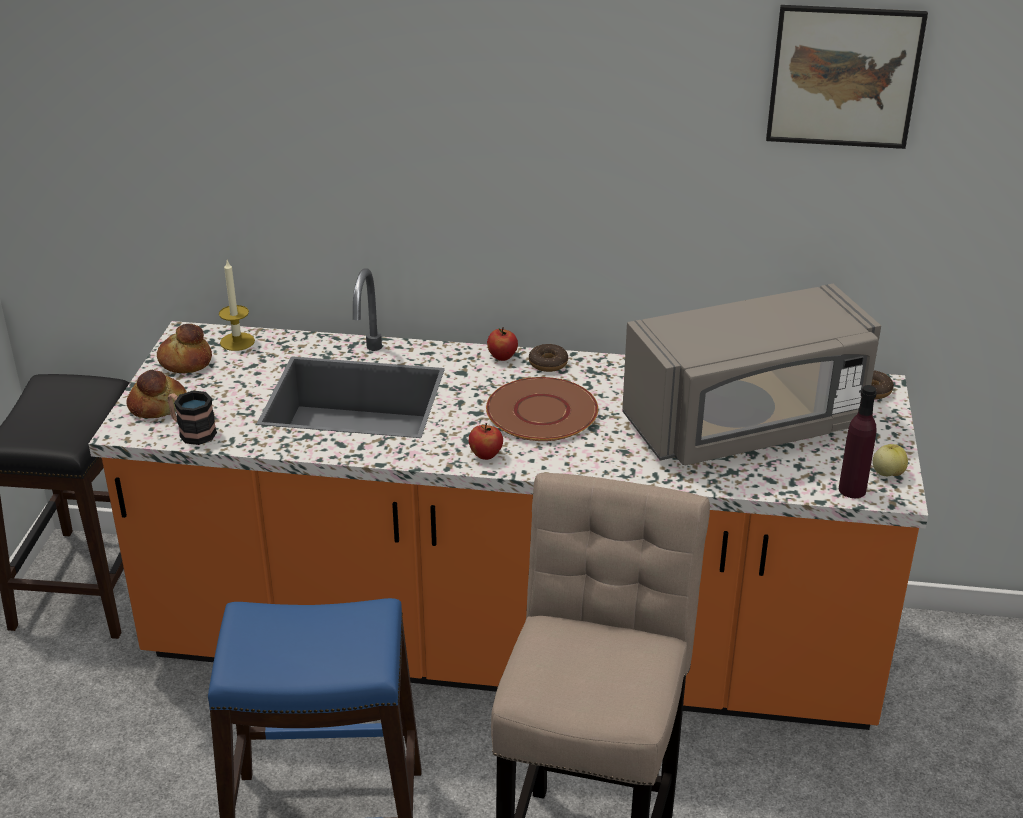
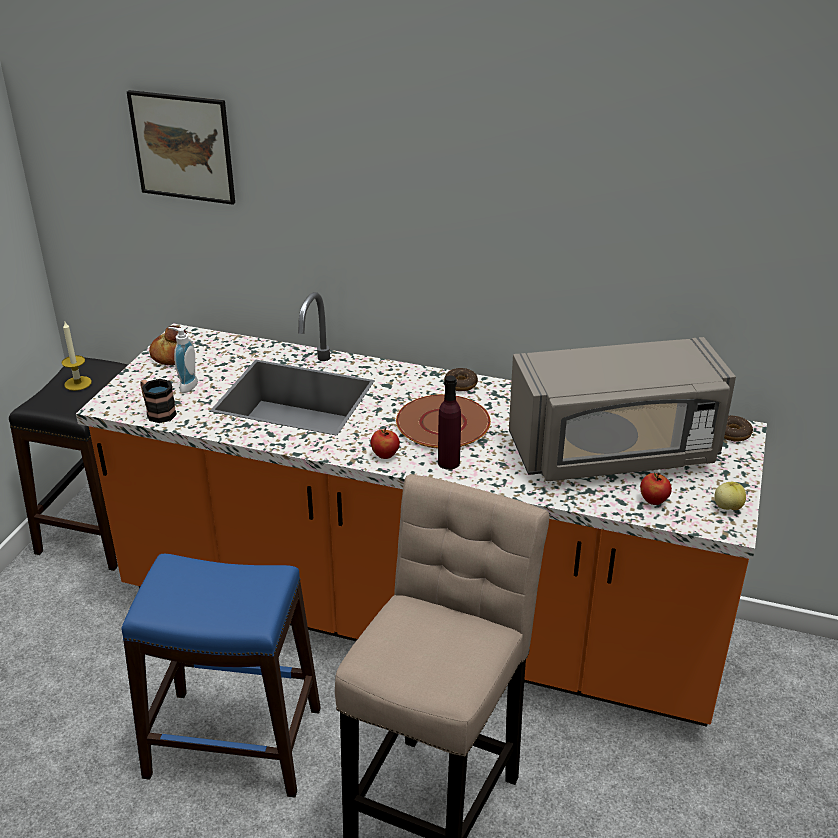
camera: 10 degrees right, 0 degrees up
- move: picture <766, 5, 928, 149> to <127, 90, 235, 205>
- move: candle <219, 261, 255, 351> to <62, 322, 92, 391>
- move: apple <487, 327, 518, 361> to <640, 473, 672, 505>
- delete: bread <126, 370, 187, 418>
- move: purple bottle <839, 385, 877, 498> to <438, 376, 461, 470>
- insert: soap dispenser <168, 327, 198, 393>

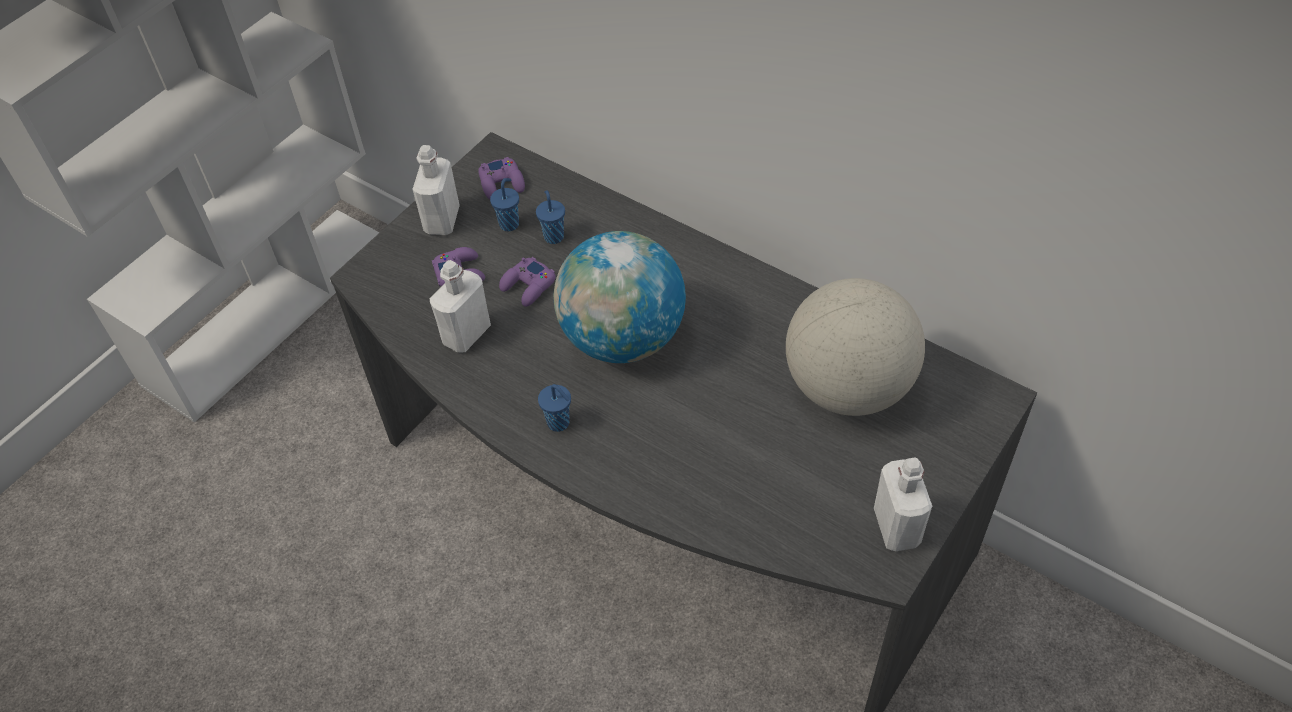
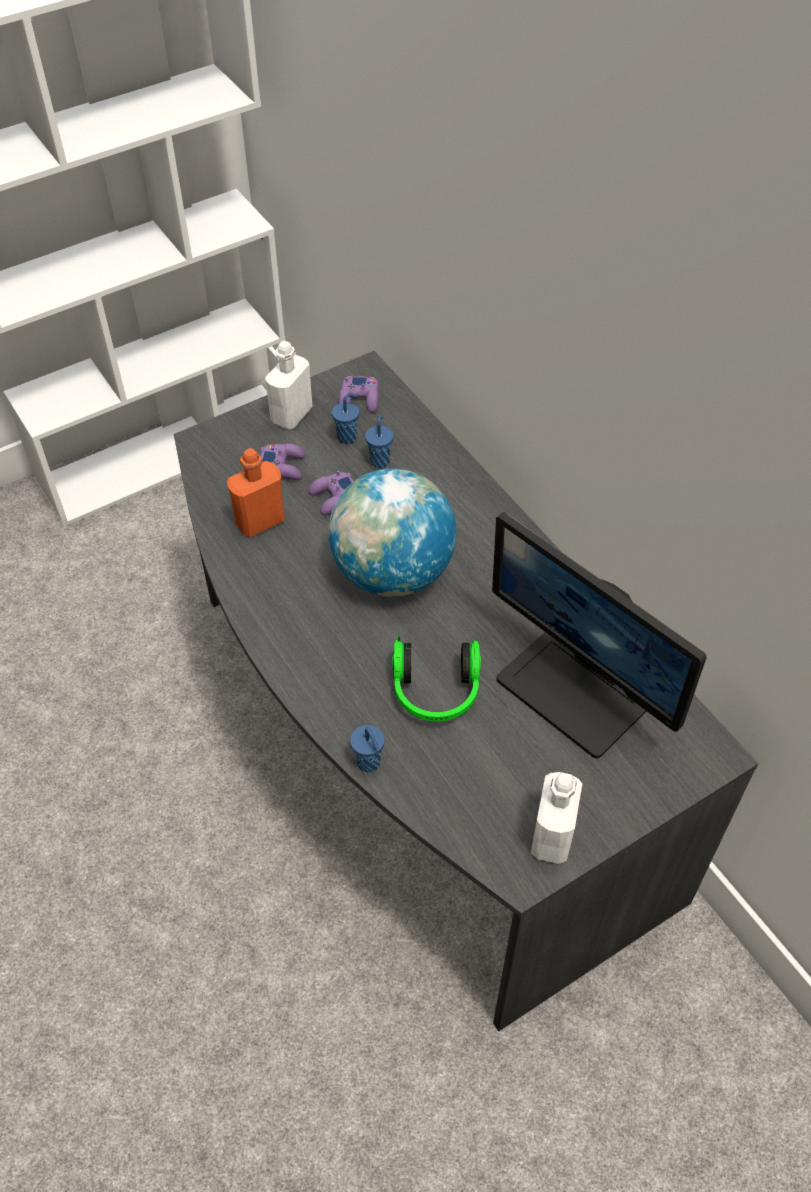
camera: 20 degrees right, 0 degrees up
- recolor: white bottle <430, 260, 491, 352> to orange bottle <227, 448, 285, 537>
- replace: globe <786, 278, 925, 416> to monitor <492, 512, 707, 758>
- move: blue cup <538, 384, 571, 432> to <350, 725, 385, 772>
- insert: headphones <392, 632, 481, 722>

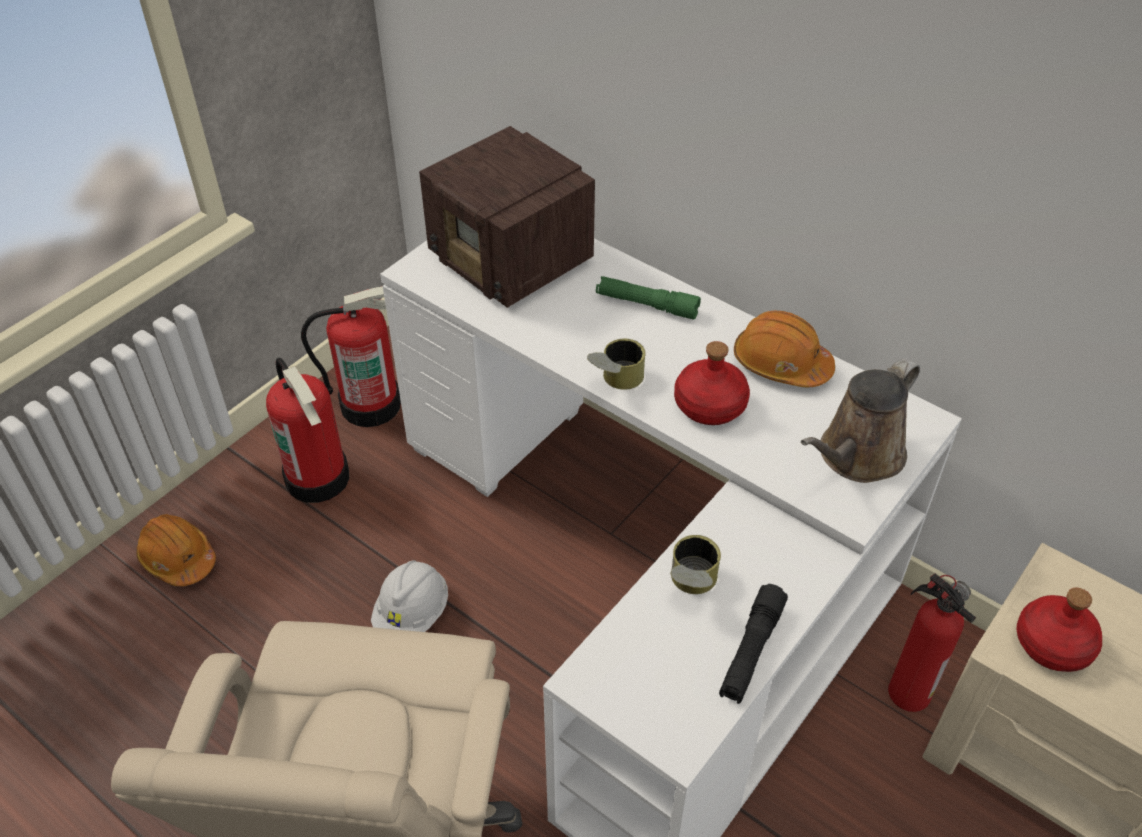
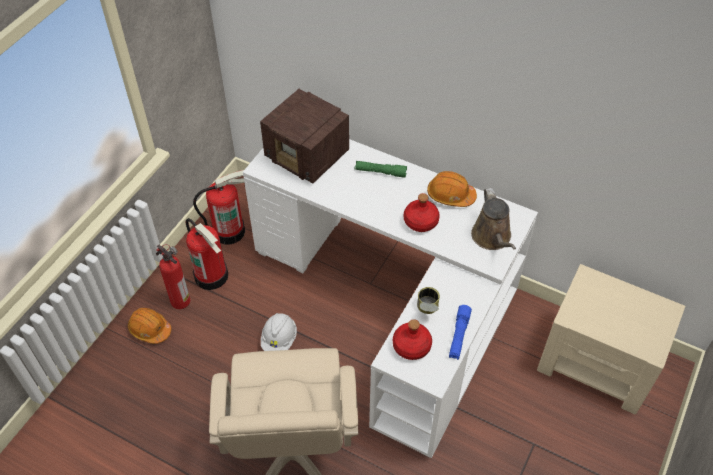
camera: 10 degrees left, 5 degrees up
- delete: can <587, 339, 646, 390>
- rotate: brown watering can <801, 358, 920, 483> = <471, 188, 516, 250> 45 degrees counterclockwise
- move: fire extinguisher <888, 573, 976, 712> to <156, 244, 190, 309>
- recolor: black flashlight <719, 584, 788, 704> to blue flashlight <449, 305, 472, 360>
- move: red bottle <1017, 588, 1102, 672> to <393, 319, 432, 360>

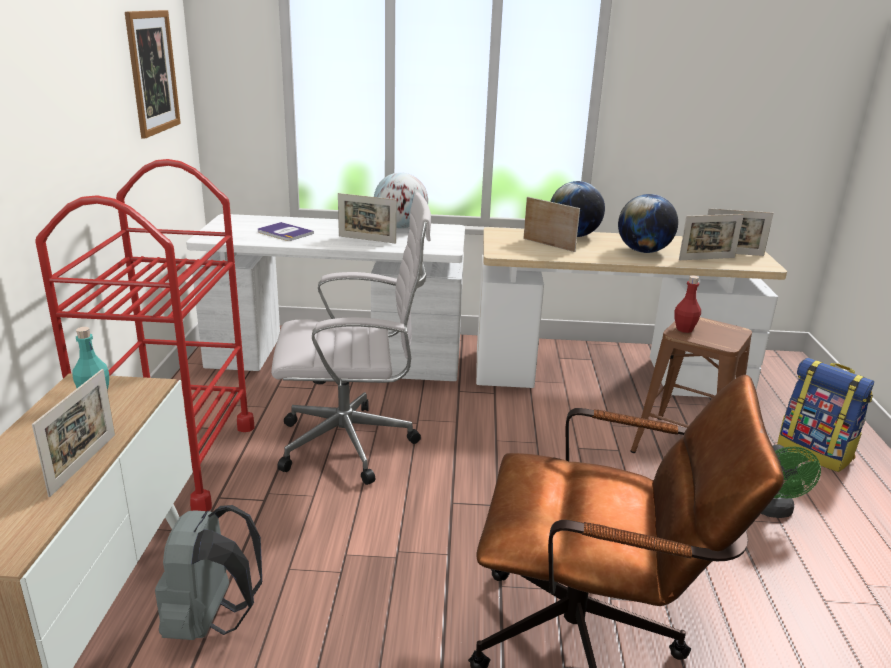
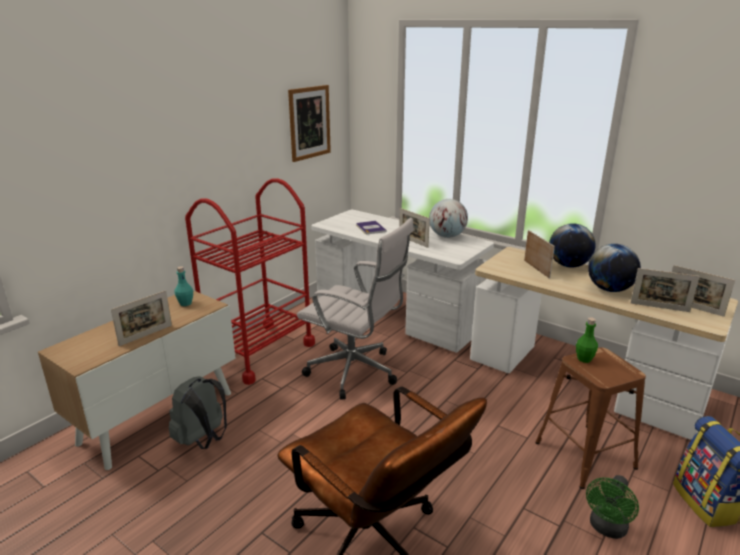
camera: 35 degrees right, 0 degrees up
- recolor: red bottle <674, 275, 701, 333> to green bottle <576, 317, 598, 363>

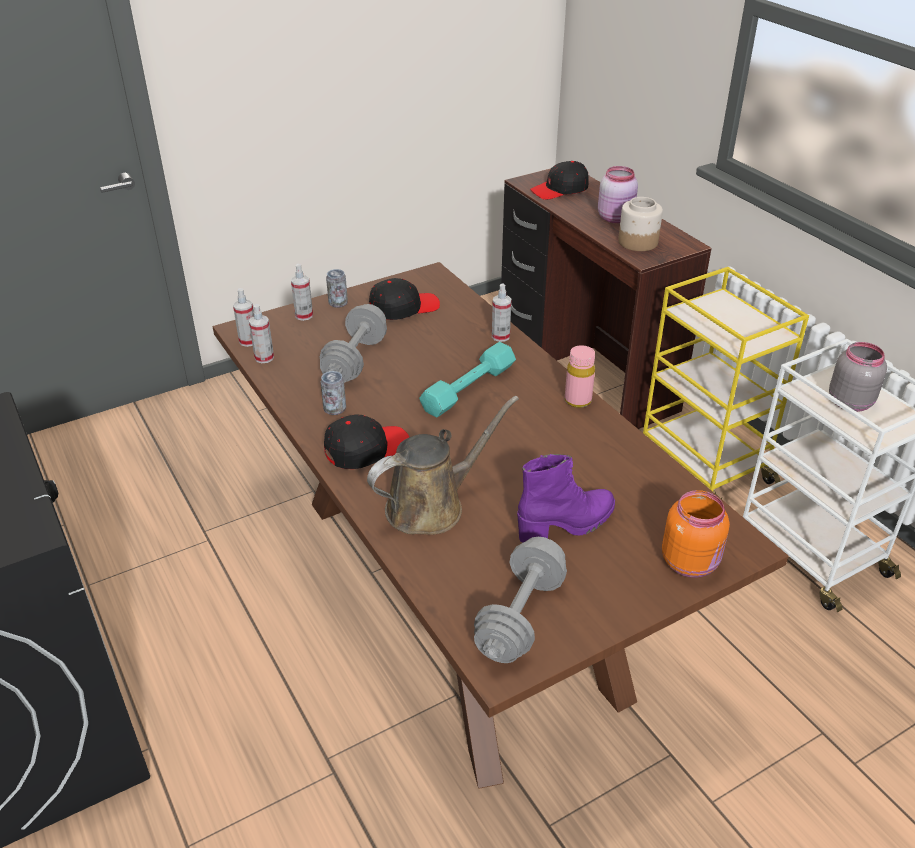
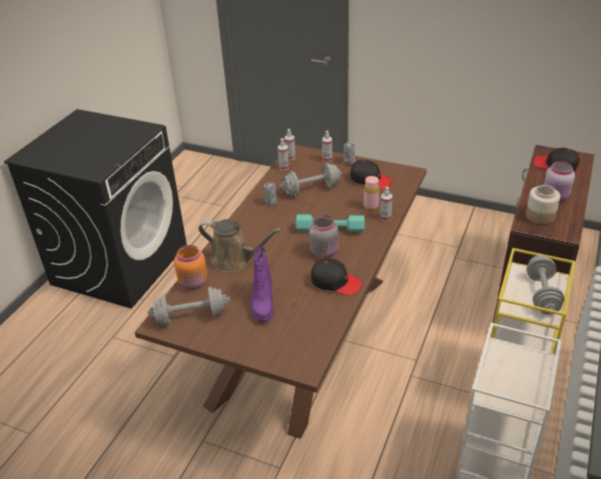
camera: 55 degrees right, 0 degrees up
- move: grey jar <829, 342, 887, 412> to <309, 215, 338, 258>
- move: pink bottle <565, 345, 595, 408> to <364, 176, 379, 210>
- move: black cap <324, 414, 409, 469> to <311, 258, 362, 295>
- rotate: purple boot <517, 454, 615, 543> = <251, 247, 274, 322> 60 degrees clockwise
- move: orange jar <662, 490, 730, 578> to <174, 245, 207, 290>
- insert: grey dumbbell <526, 255, 564, 314>

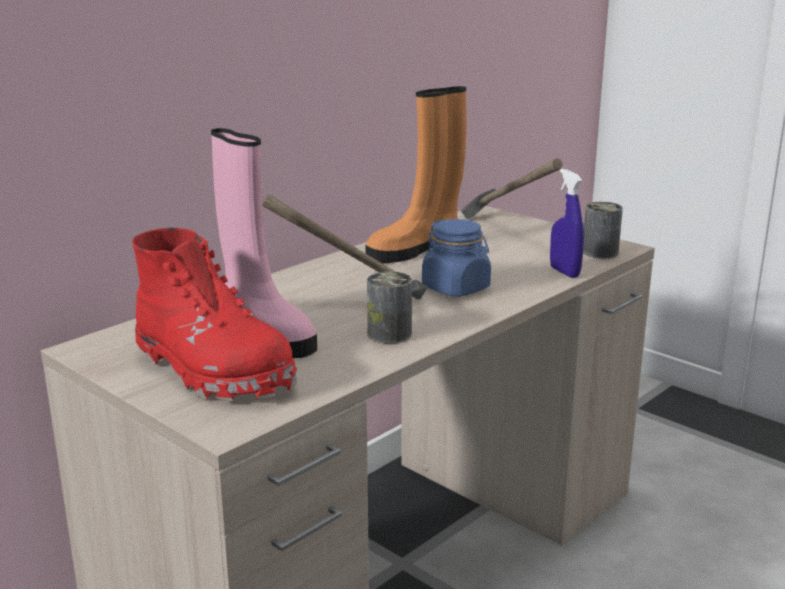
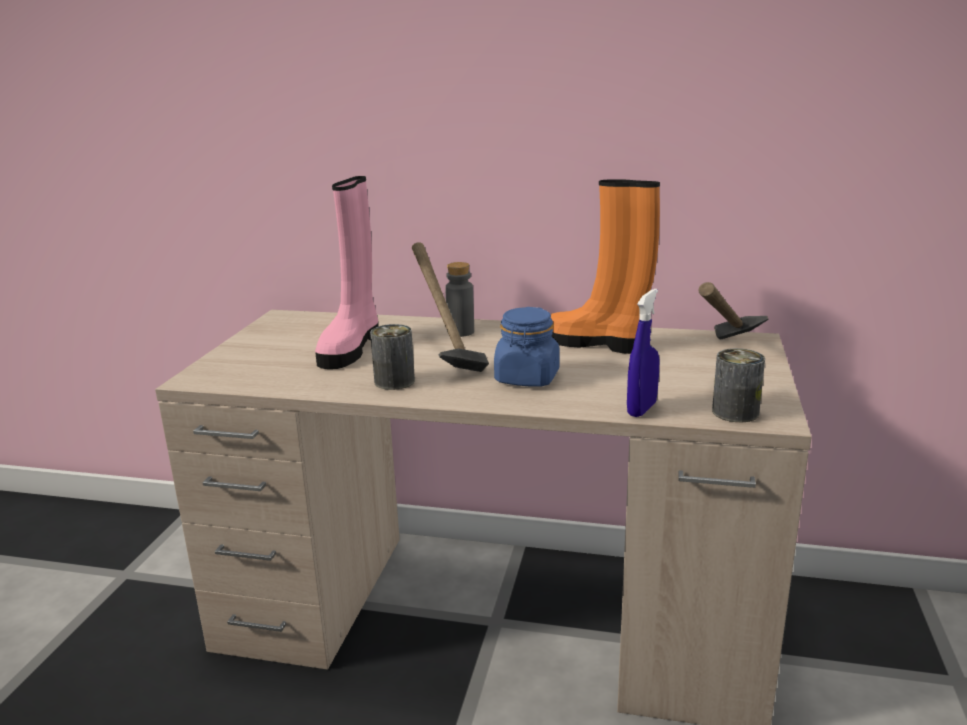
camera: 60 degrees right, 0 degrees up
- delete: red boot <132, 227, 297, 401>
- insert: grey bottle <445, 262, 474, 337>

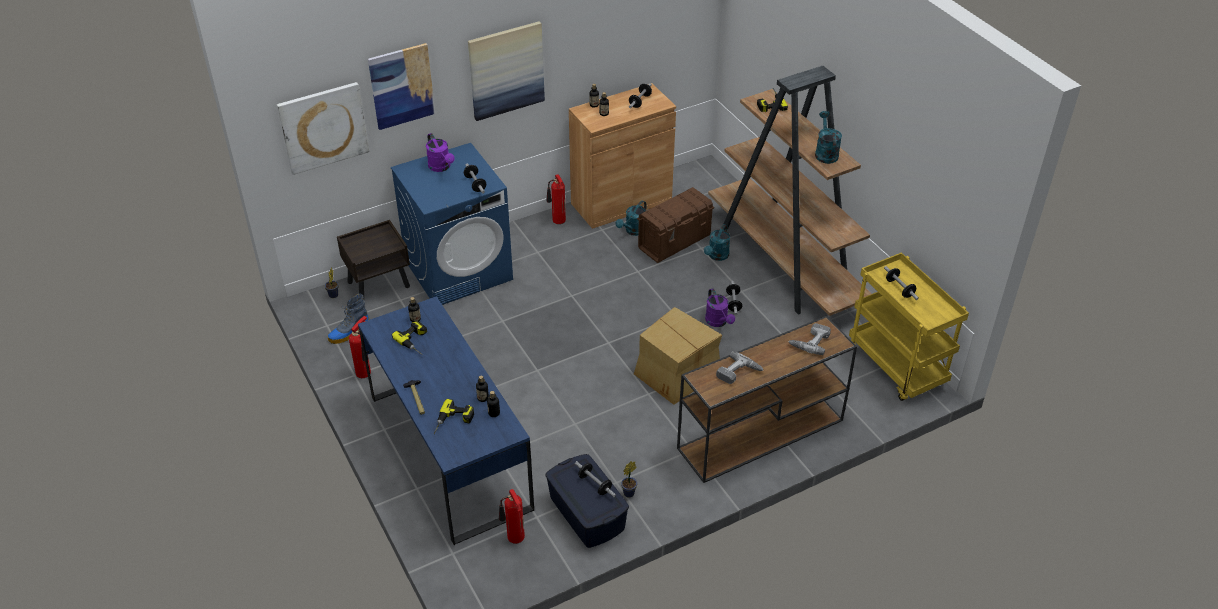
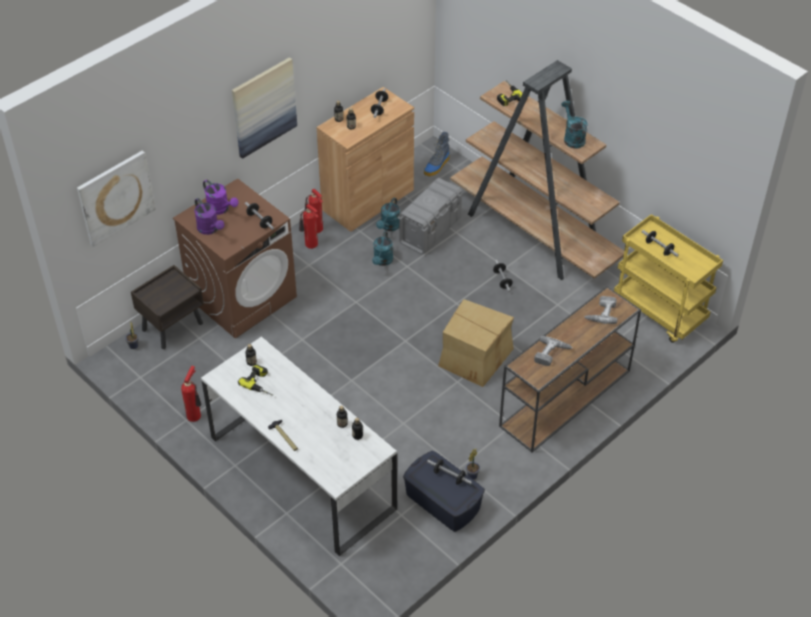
camera: 15 degrees left, 5 degrees up
- delete: picture <368, 43, 435, 130>
- recolor: blue washing machine <391, 143, 513, 305> to brown washing machine <173, 178, 297, 338>
- recolor: brown storage box <637, 187, 714, 263> to grey storage box <397, 178, 463, 254>
- move: turquoise watering can <704, 224, 730, 261> to <372, 231, 393, 266>
- move: purple watering can <705, 288, 735, 327> to <194, 198, 224, 235>
- move: boot <328, 294, 370, 344> to <424, 132, 450, 176>
- recolor: blue desk <358, 297, 534, 545> to white desk <201, 337, 397, 556>
- delete: power drill <434, 399, 474, 434>
- move: fire extinguisher <499, 489, 525, 544> to <299, 204, 319, 249>

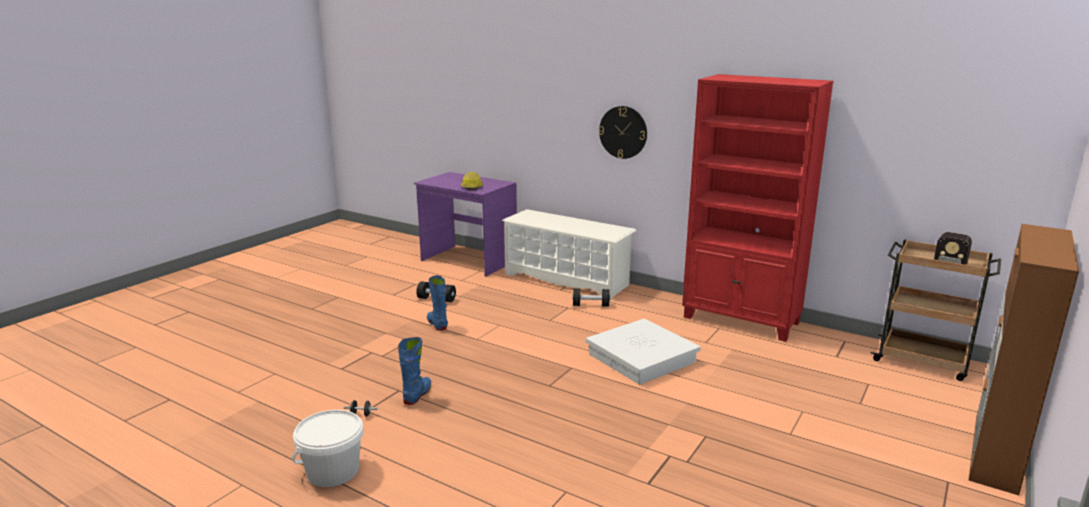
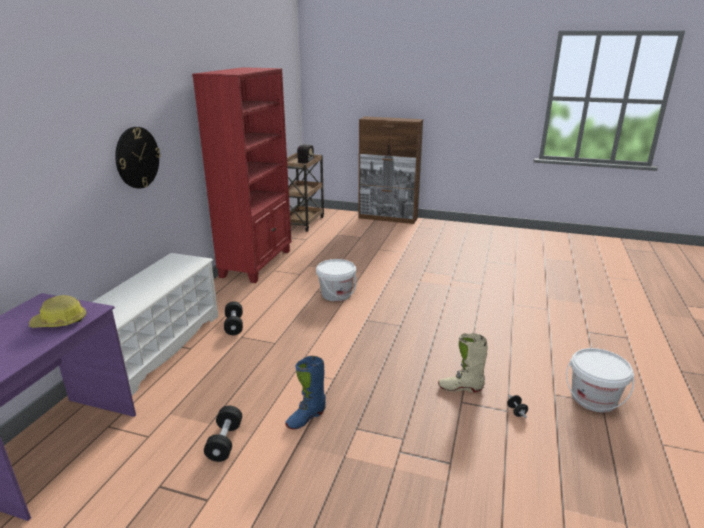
camera: 105 degrees left, 5 degrees up
- replace: white storage box <586, 318, 701, 385> to white bucket <316, 259, 357, 301>
- recolor: blue boot <398, 337, 431, 405> to beige boot <438, 333, 488, 392>

